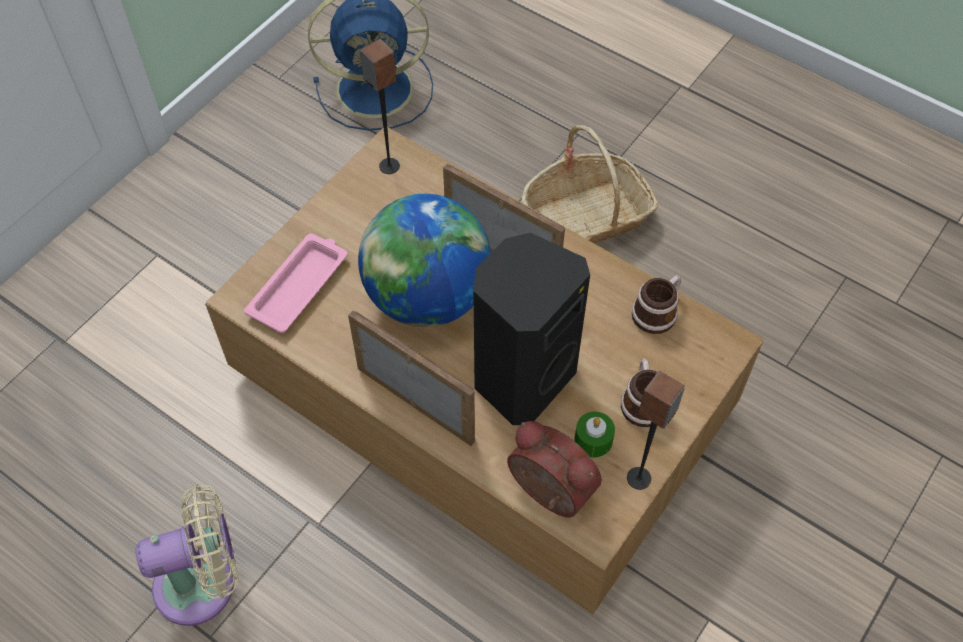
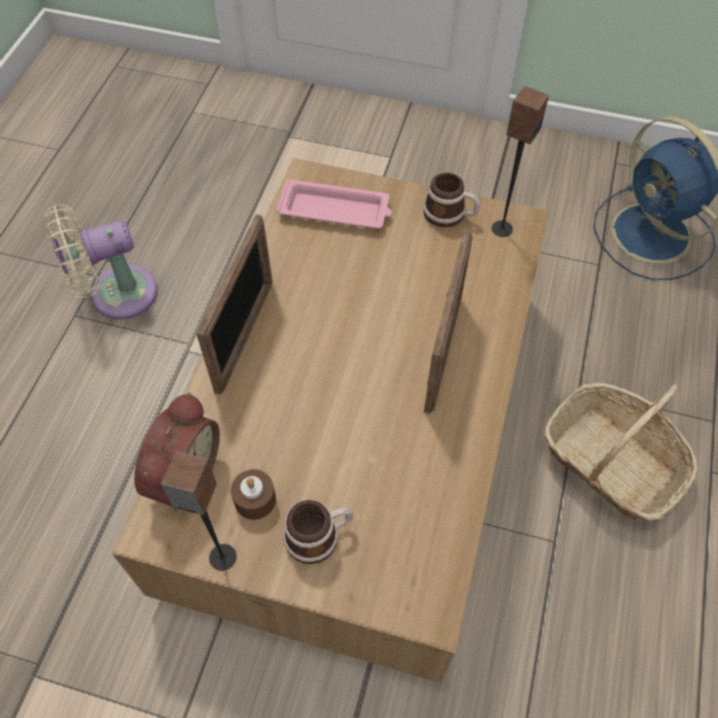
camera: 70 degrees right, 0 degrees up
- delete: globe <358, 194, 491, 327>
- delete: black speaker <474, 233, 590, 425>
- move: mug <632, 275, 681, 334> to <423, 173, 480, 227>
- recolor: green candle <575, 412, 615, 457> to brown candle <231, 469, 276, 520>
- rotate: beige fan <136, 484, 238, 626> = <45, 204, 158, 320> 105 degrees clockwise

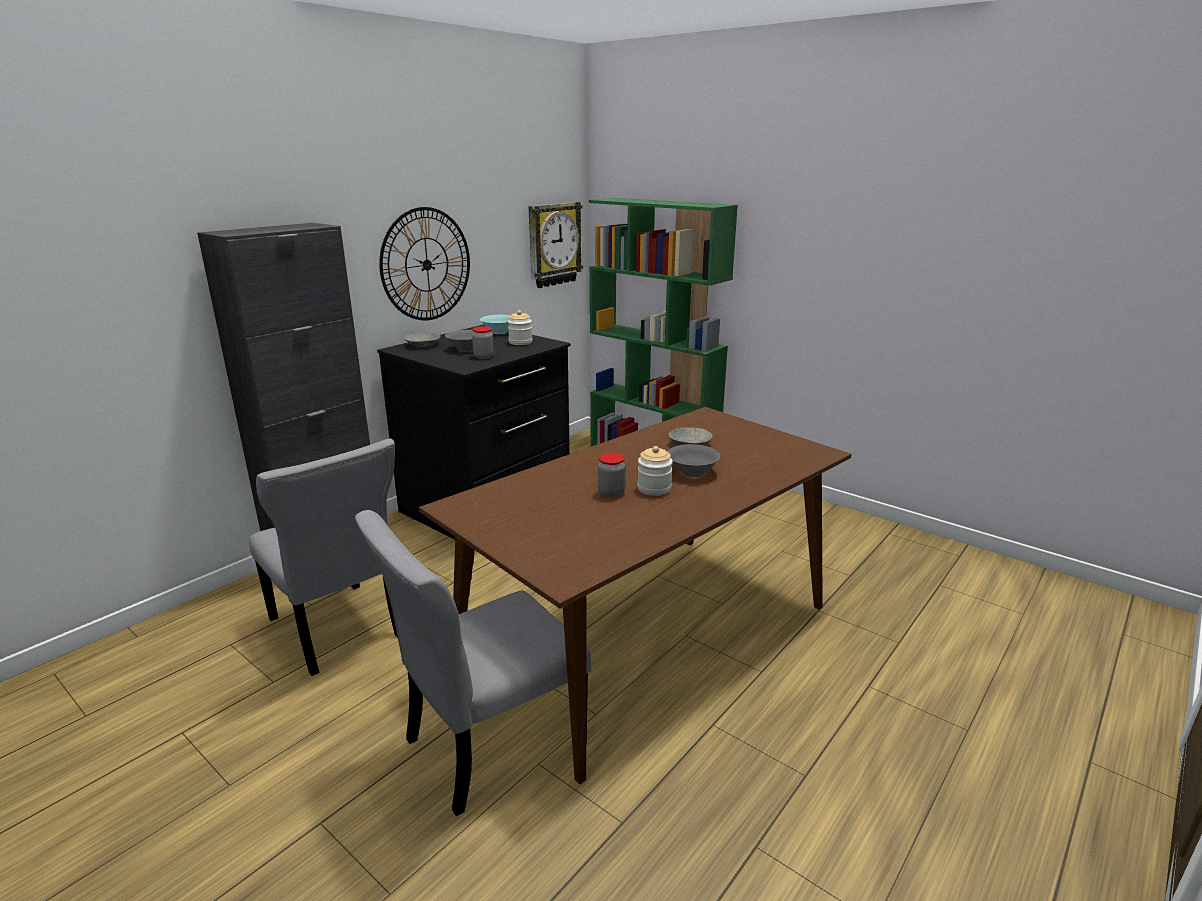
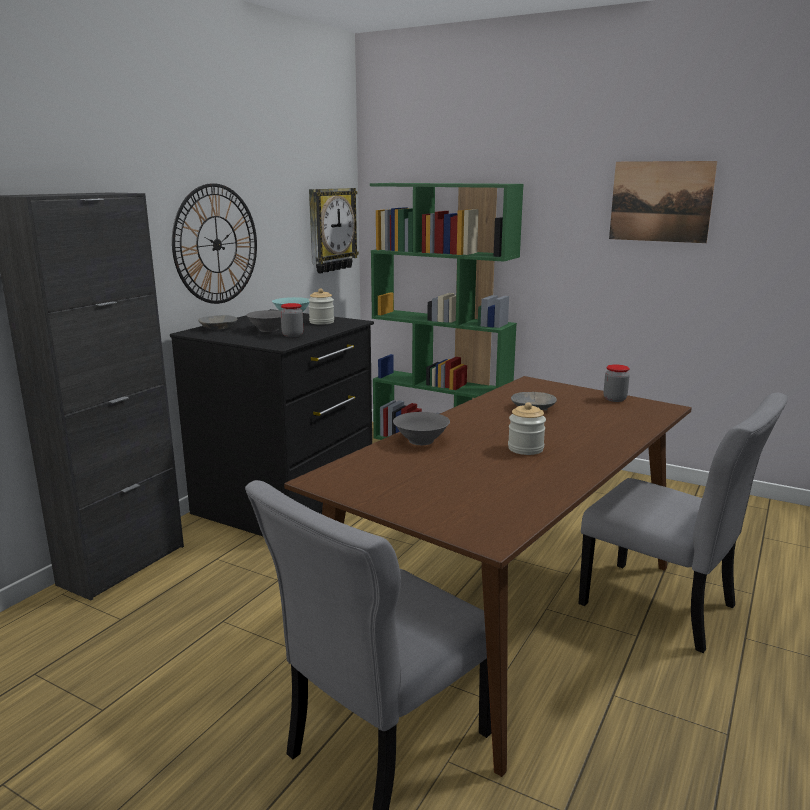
camera: 10 degrees left, 5 degrees down
- move: grey chair <249, 439, 398, 676> to <578, 393, 788, 653>
- move: grey bowl <667, 444, 720, 477> to <393, 412, 450, 445>
- move: jar <598, 452, 625, 498> to <604, 364, 630, 402>
- insert: picture <609, 161, 717, 243>

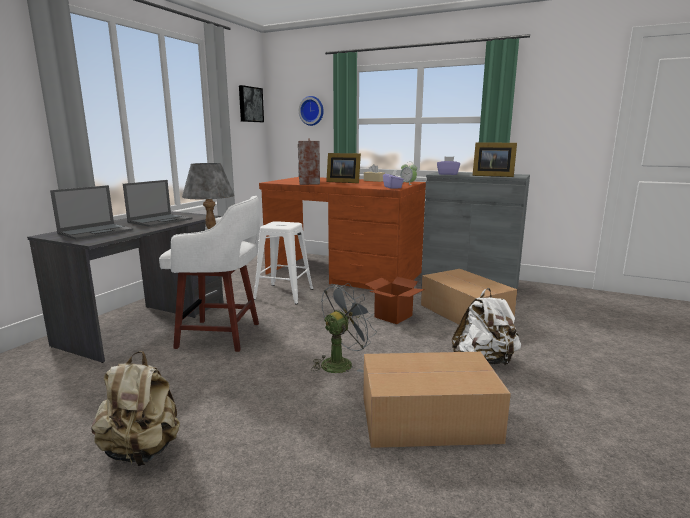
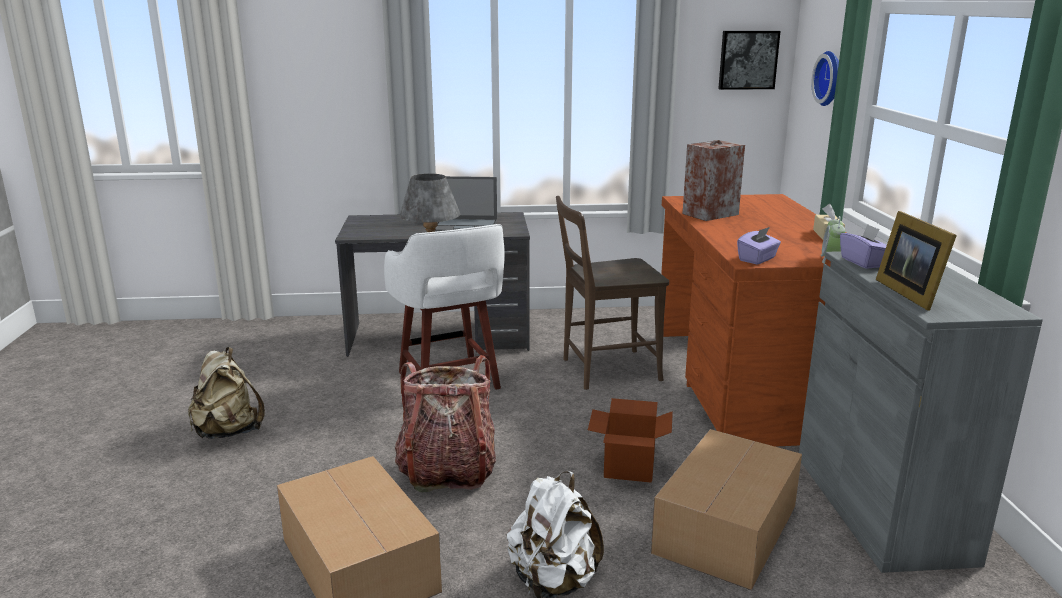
camera: 60 degrees right, 5 degrees up
- delete: picture frame <326, 153, 361, 183>
- delete: laptop <50, 185, 133, 240>
- replace: white stool <253, 221, 313, 304> to brown chair <556, 196, 669, 390>
- replace: grey fan <311, 283, 377, 373> to backpack <395, 355, 496, 492>

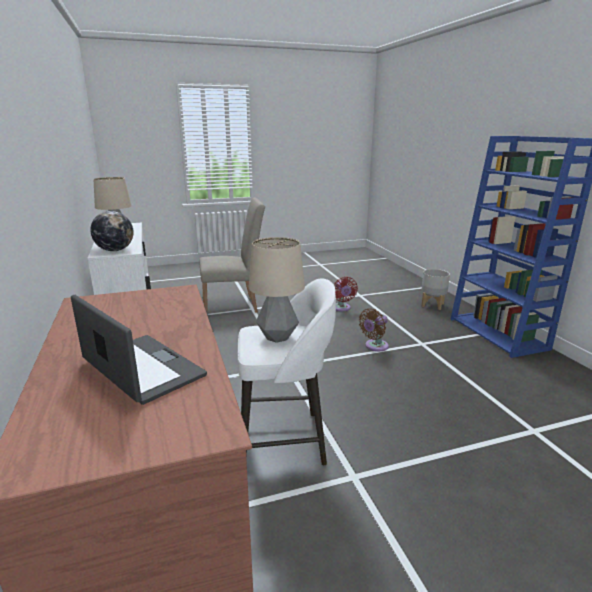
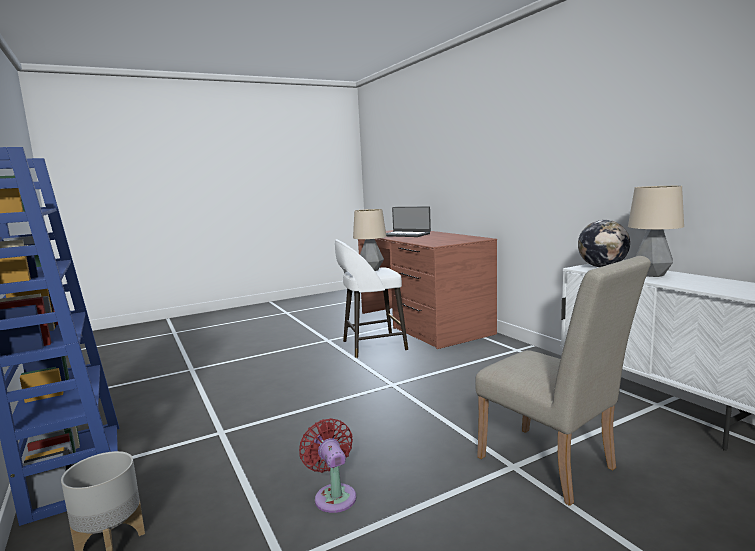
camera: 170 degrees right, 10 degrees down
- rotate: beige chair <199, 198, 265, 313> = <475, 256, 651, 506> 105 degrees counterclockwise
- delete: brown fan <359, 308, 389, 351>

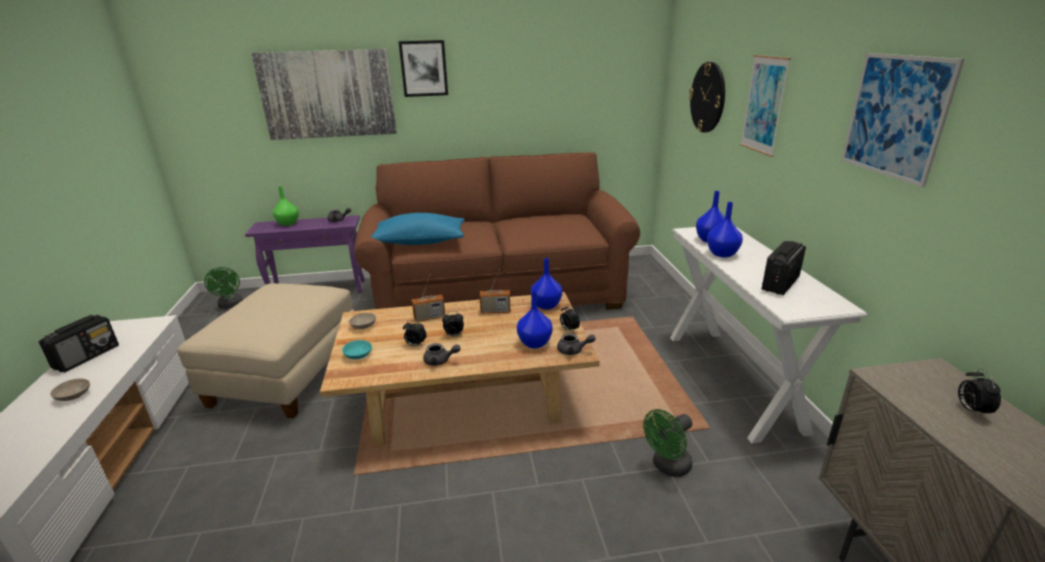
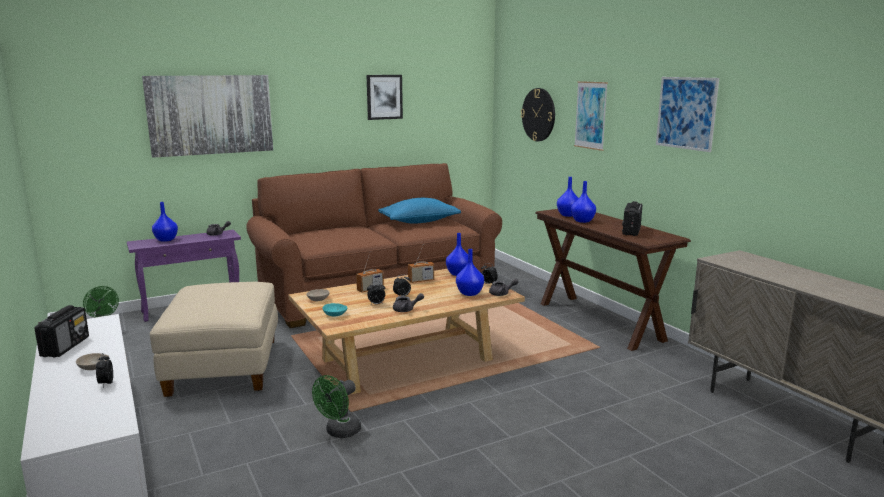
camera: 20 degrees left, 10 degrees down
- move: picture <398, 40, 448, 97> to <367, 75, 403, 120>
- recolor: green vase <273, 186, 299, 226> to blue vase <152, 202, 178, 242>
- move: blue pillow <371, 213, 465, 245> to <378, 198, 461, 224>
- recolor: white console table <670, 226, 867, 444> to brown console table <535, 209, 691, 351>
- move: alarm clock <958, 368, 1001, 417> to <96, 353, 113, 388>
- move: green fan <643, 409, 693, 477> to <312, 375, 361, 438>

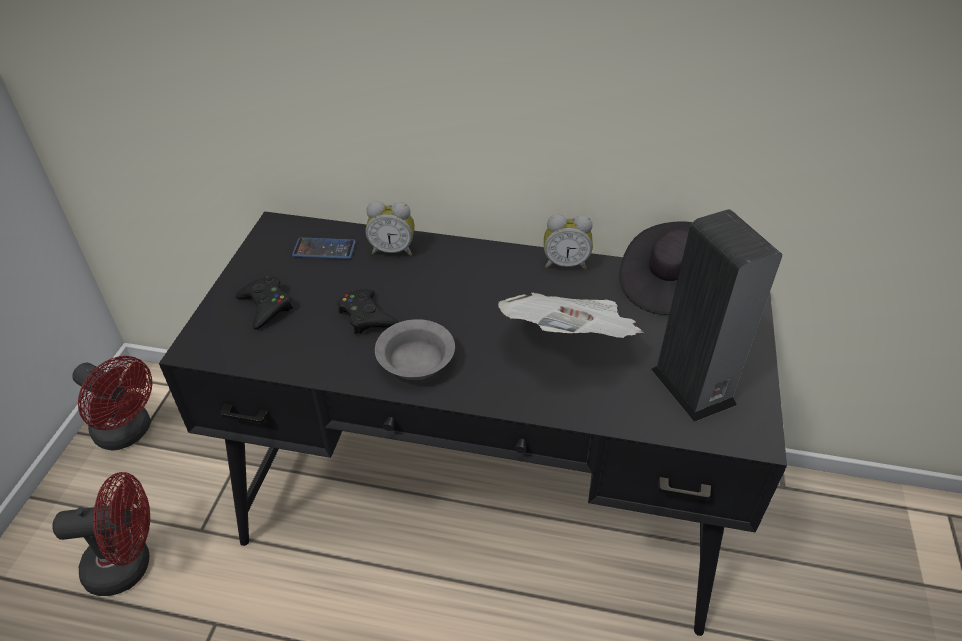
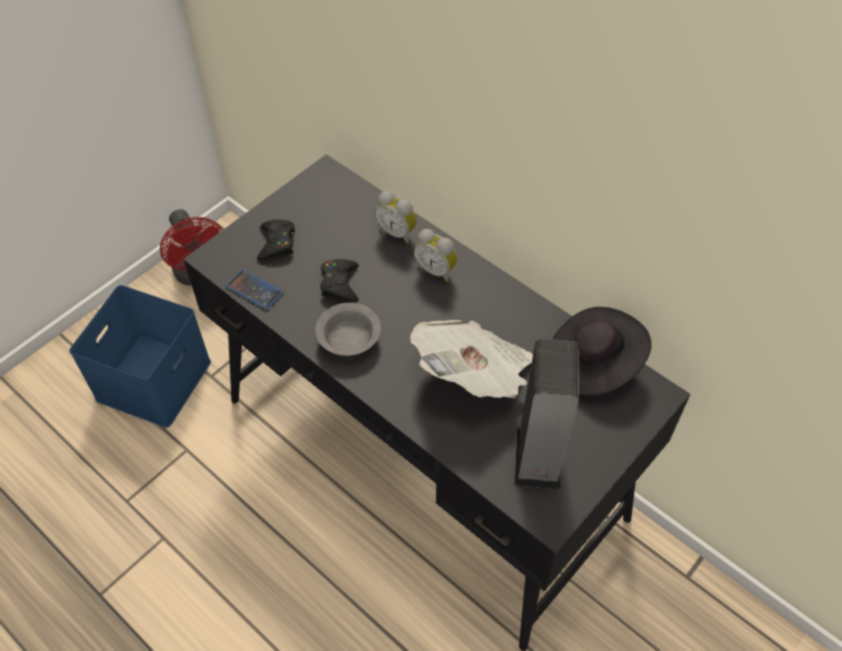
camera: 30 degrees right, 10 degrees up
- move: alarm clock <544, 214, 593, 270> to <414, 229, 457, 282>
- move: phone <292, 237, 356, 259> to <226, 269, 284, 310>
- replace: red fan <53, 472, 150, 596> to blue storage box <69, 285, 211, 428>

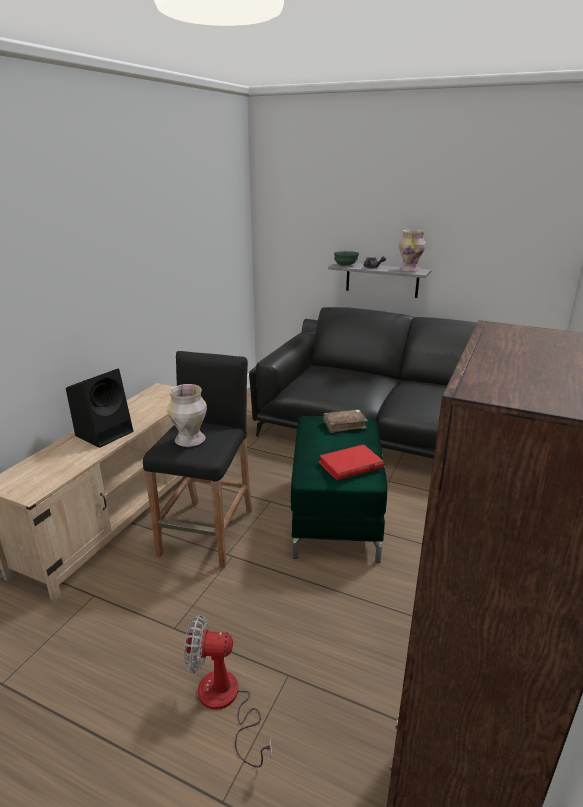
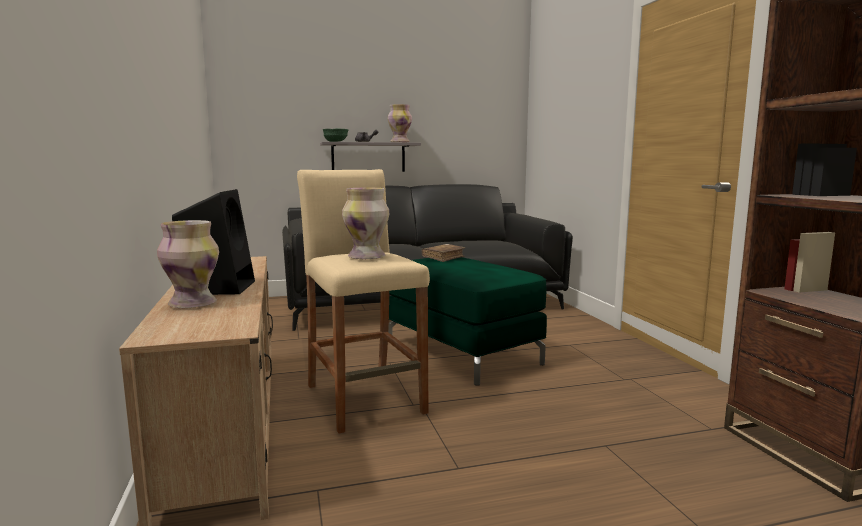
camera: 40 degrees left, 15 degrees down
- recolor: black stool <143, 351, 253, 568> to beige stool <297, 169, 430, 434>
- delete: red book <318, 444, 384, 481>
- delete: fan <184, 615, 272, 767>
- insert: vase <157, 220, 219, 308>

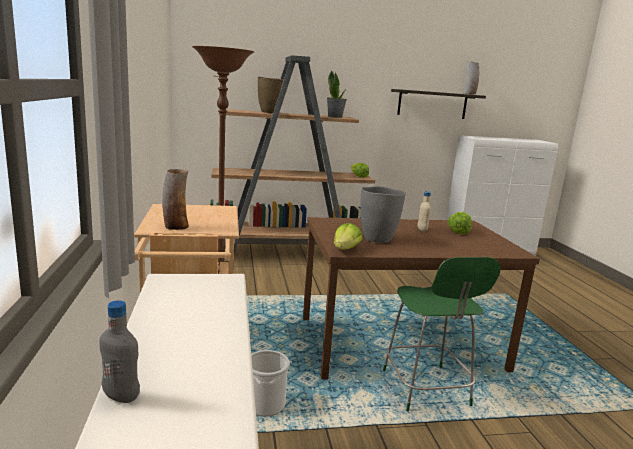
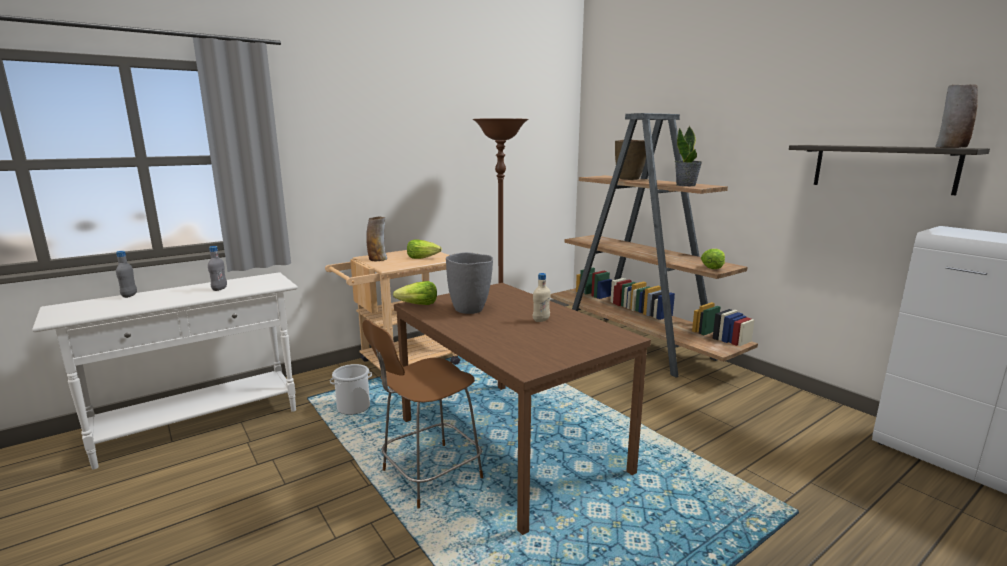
camera: 65 degrees right, 0 degrees up
- move: lettuce <448, 212, 472, 234> to <407, 239, 442, 259>
- recolor: green chair <383, 257, 501, 411> to brown chair <362, 319, 483, 509>
- insert: grey bottle <208, 246, 227, 291>

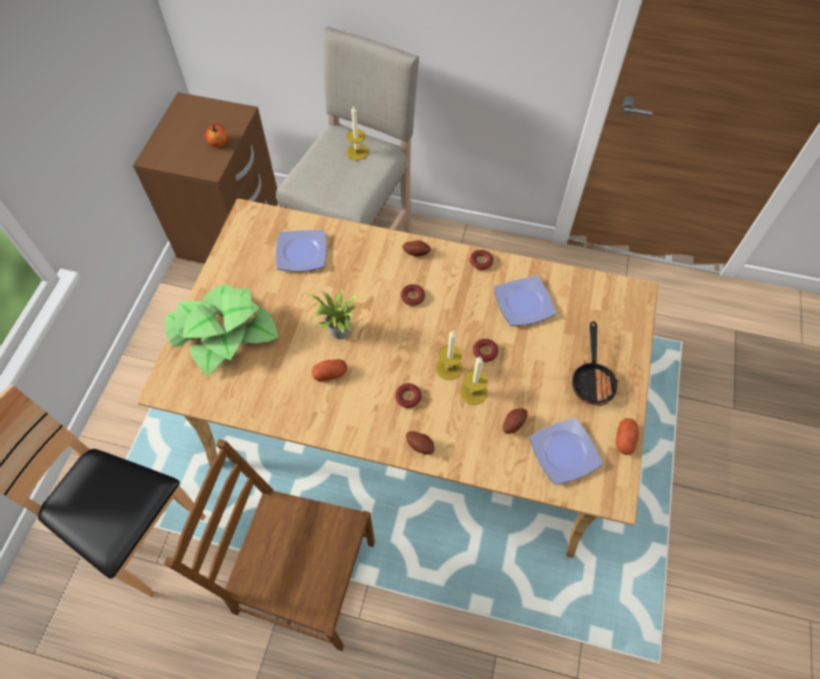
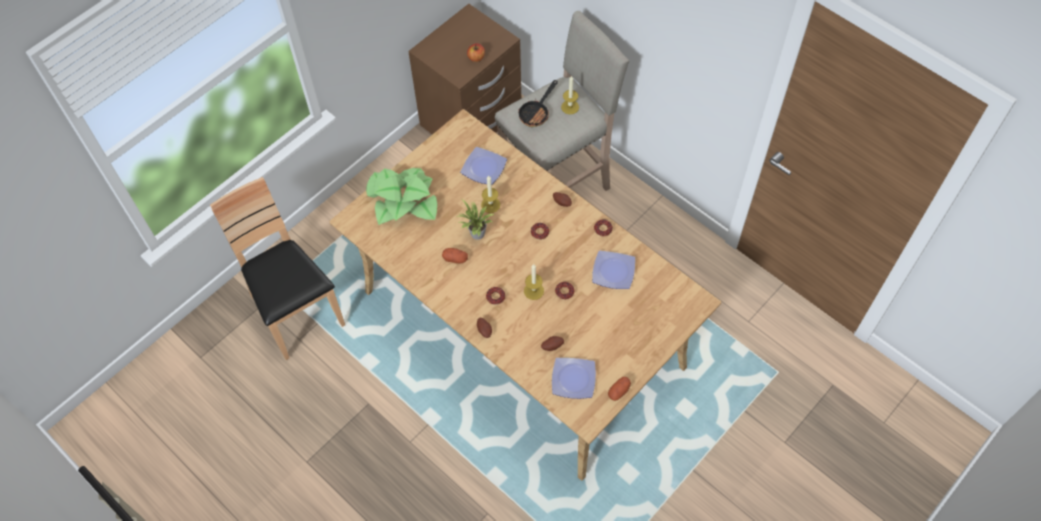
camera: 30 degrees right, 0 degrees up
- move: frying pan <571, 321, 619, 406> to <518, 80, 558, 127>
- move: candle <460, 357, 488, 405> to <481, 176, 500, 213>
- delete: brown chair <164, 439, 375, 651>

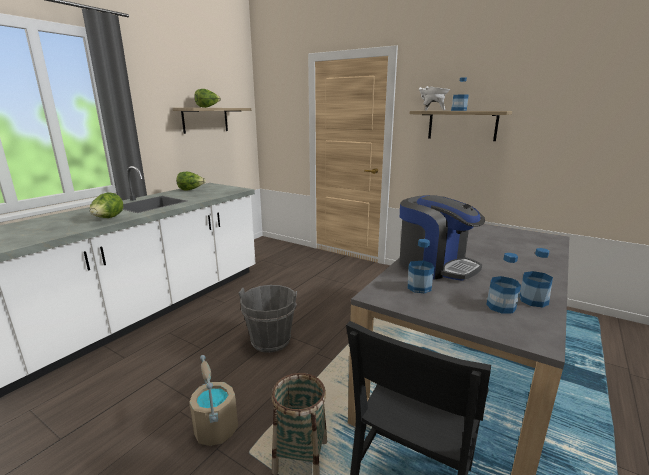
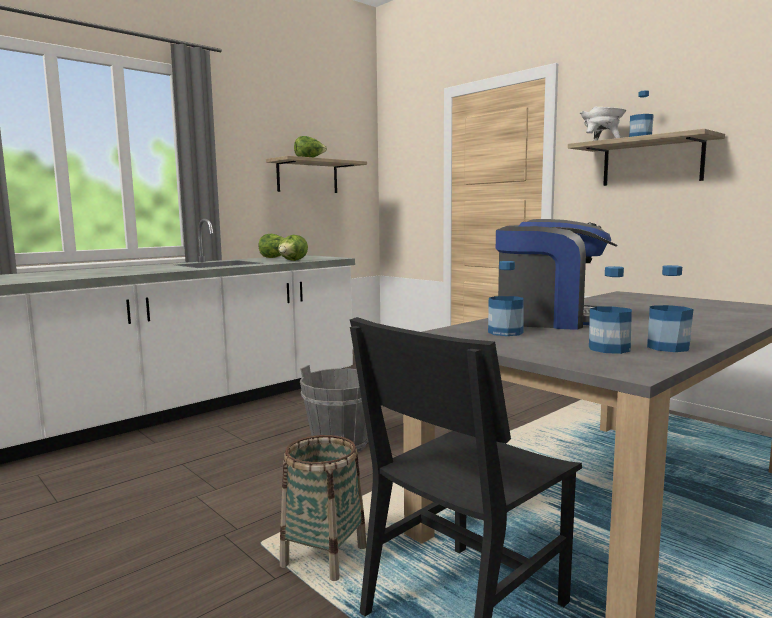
camera: 15 degrees right, 10 degrees down
- move: lettuce <90, 193, 123, 218> to <278, 235, 308, 261>
- rotate: coffee machine <399, 195, 485, 281> = <496, 219, 617, 330> 45 degrees counterclockwise
- delete: beige bucket <189, 355, 238, 446>

